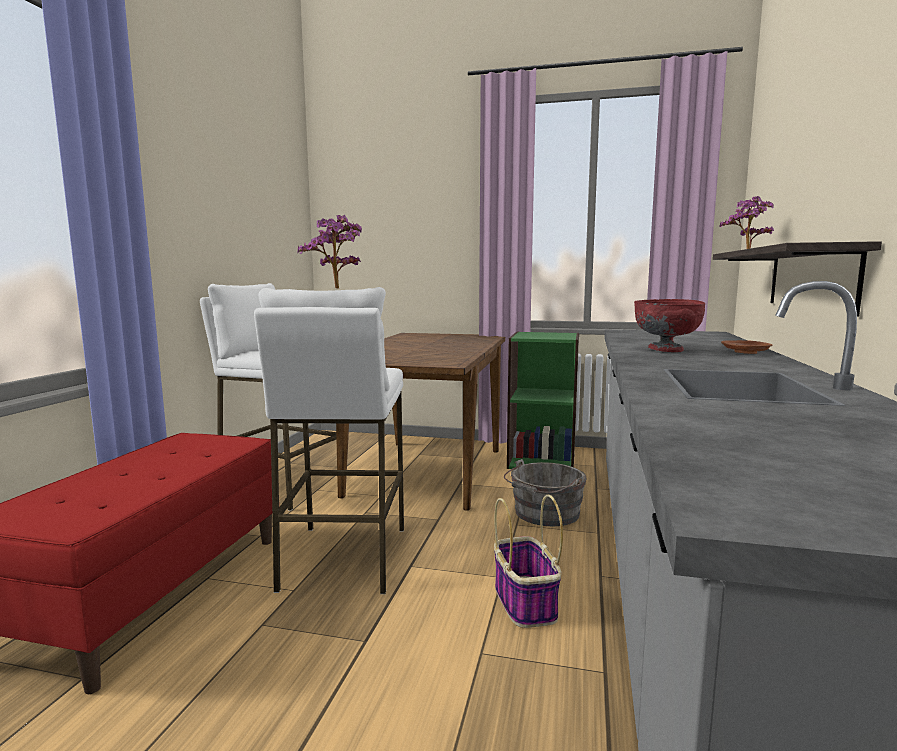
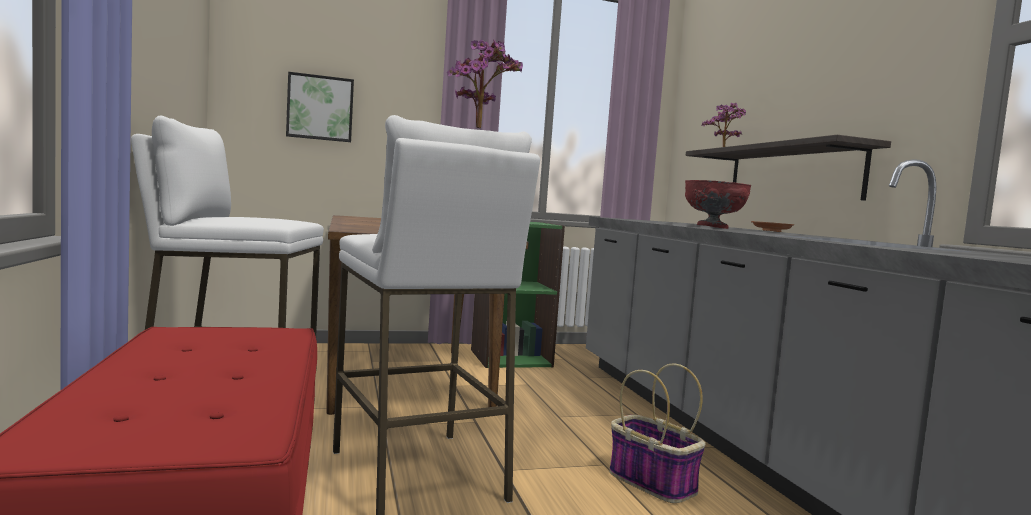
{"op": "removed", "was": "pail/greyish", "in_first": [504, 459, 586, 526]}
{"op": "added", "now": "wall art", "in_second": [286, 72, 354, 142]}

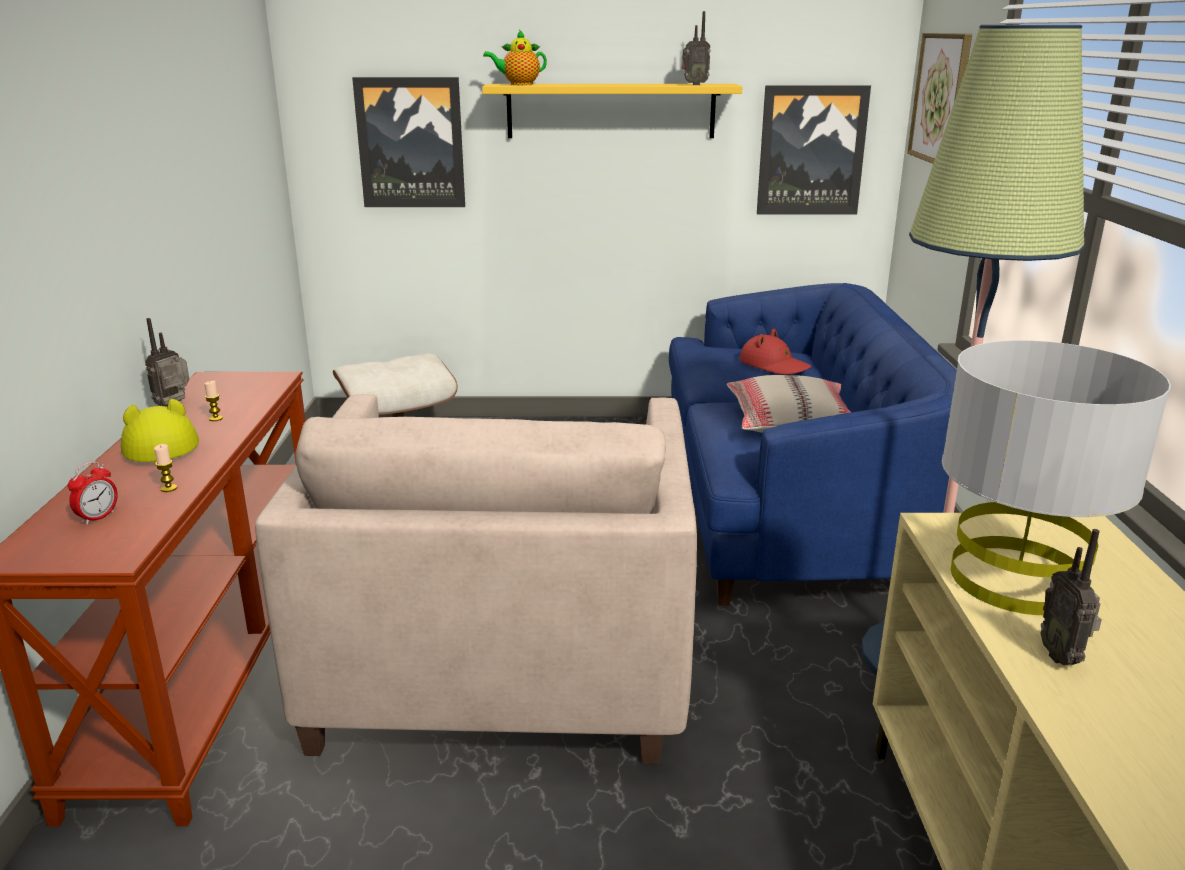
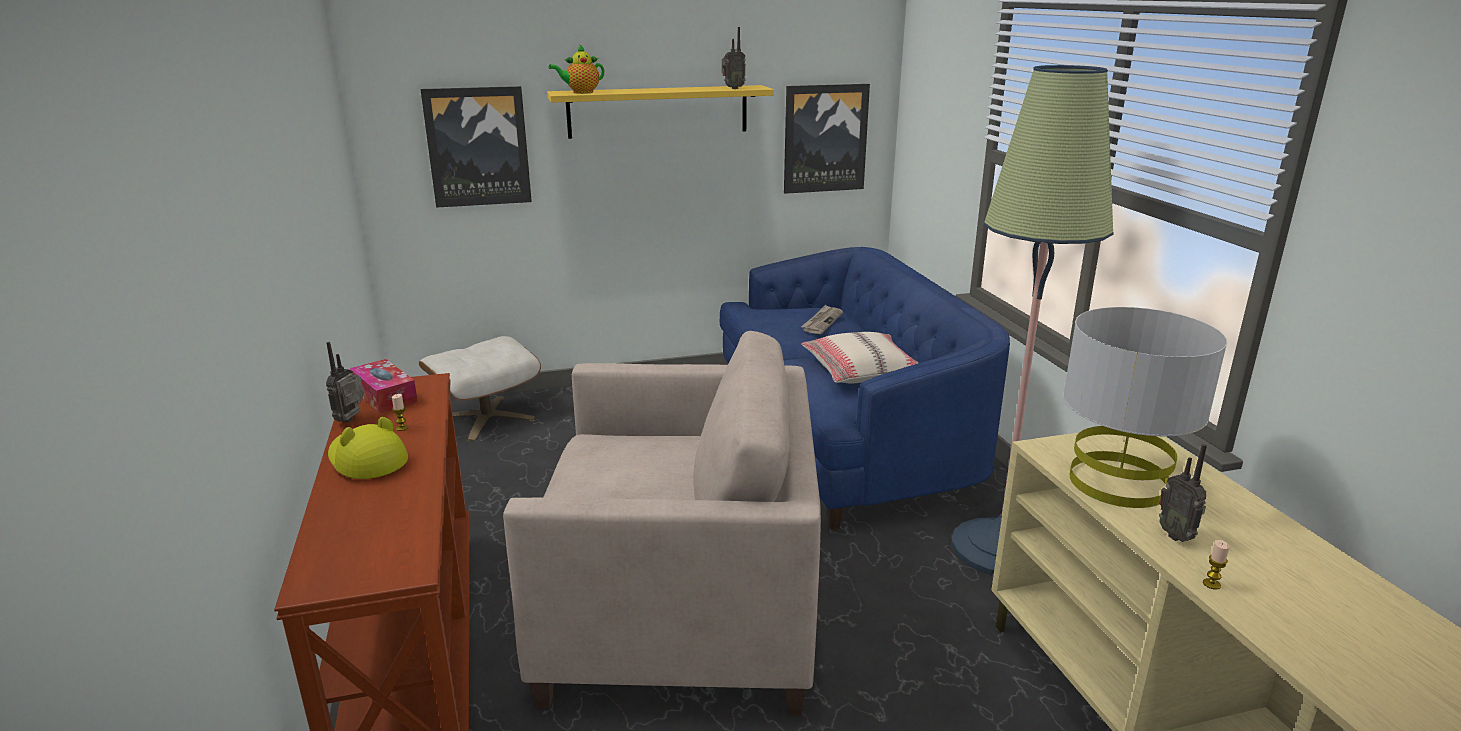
{"op": "removed", "was": "wall art", "in_first": [907, 33, 972, 164]}
{"op": "replaced", "was": "hat/reddish", "now": "daily paper", "in_first": [739, 329, 812, 375], "in_second": [801, 305, 843, 334]}
{"op": "turned", "was": "easy chair/beige", "in_first": [255, 394, 697, 764], "in_second": [503, 331, 821, 716], "clockwise": -75}
{"op": "moved", "was": "wax light", "in_first": [154, 444, 177, 492], "in_second": [1203, 540, 1230, 589]}
{"op": "removed", "was": "bedside clock", "in_first": [68, 461, 118, 525]}
{"op": "added", "now": "tissue box", "in_second": [350, 359, 418, 414]}

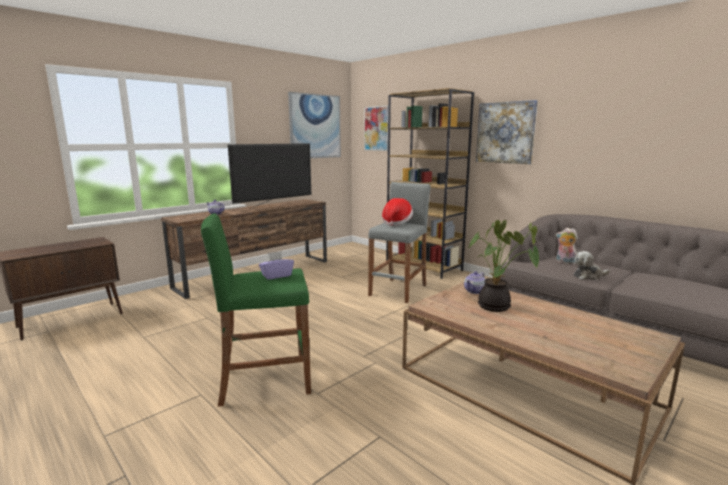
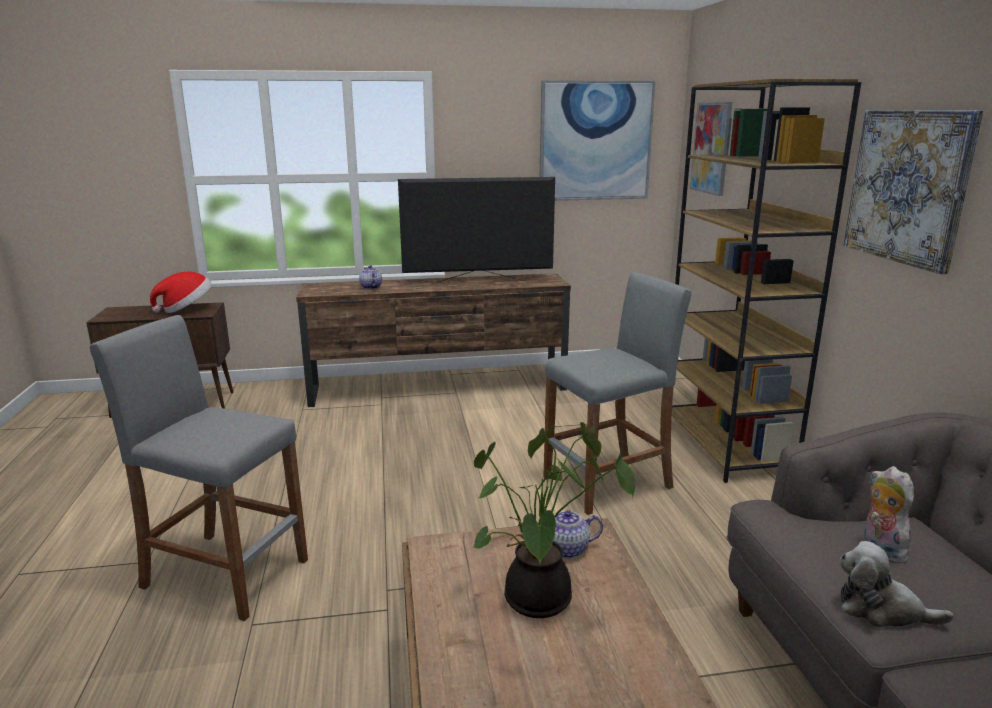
{"op": "moved", "was": "hat", "in_first": [382, 198, 413, 226], "in_second": [150, 272, 212, 313]}
{"op": "recoloured", "was": "stool/greenish", "now": "stool/greyish", "in_first": [201, 214, 311, 407], "in_second": [90, 315, 308, 621]}
{"op": "removed", "was": "tissue box/purplish", "in_first": [259, 251, 294, 280]}

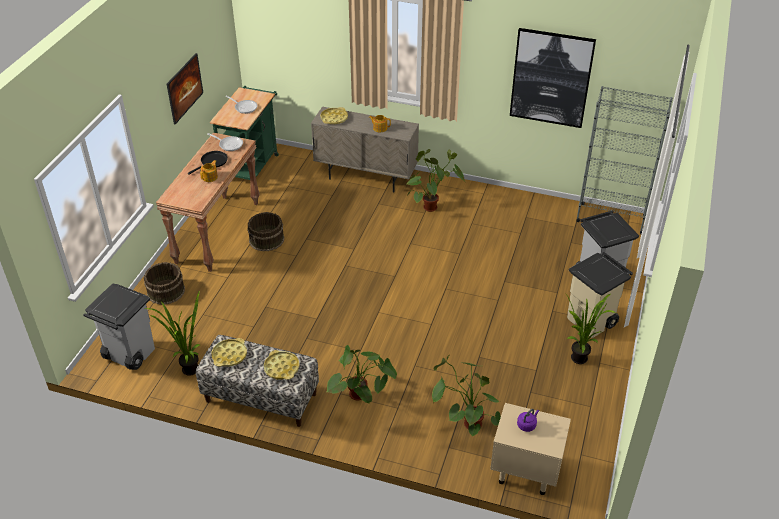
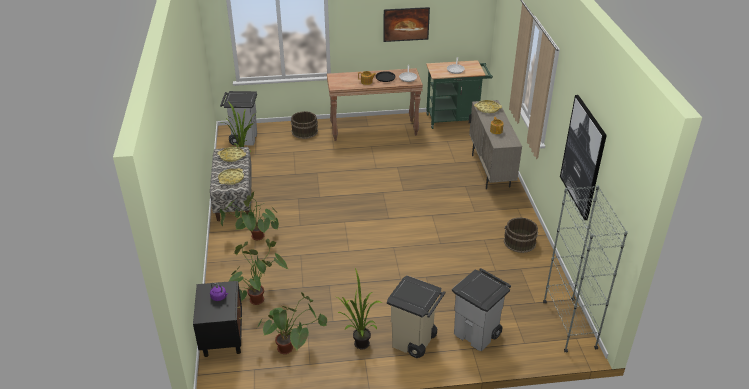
{"op": "moved", "was": "potted plant", "in_first": [407, 149, 465, 212], "in_second": [257, 292, 327, 354]}
{"op": "moved", "was": "pail/brown-coloured", "in_first": [247, 212, 284, 251], "in_second": [504, 217, 538, 253]}
{"op": "recoloured", "was": "night table/beige", "now": "night table/blackish", "in_first": [490, 403, 571, 495], "in_second": [193, 281, 242, 357]}

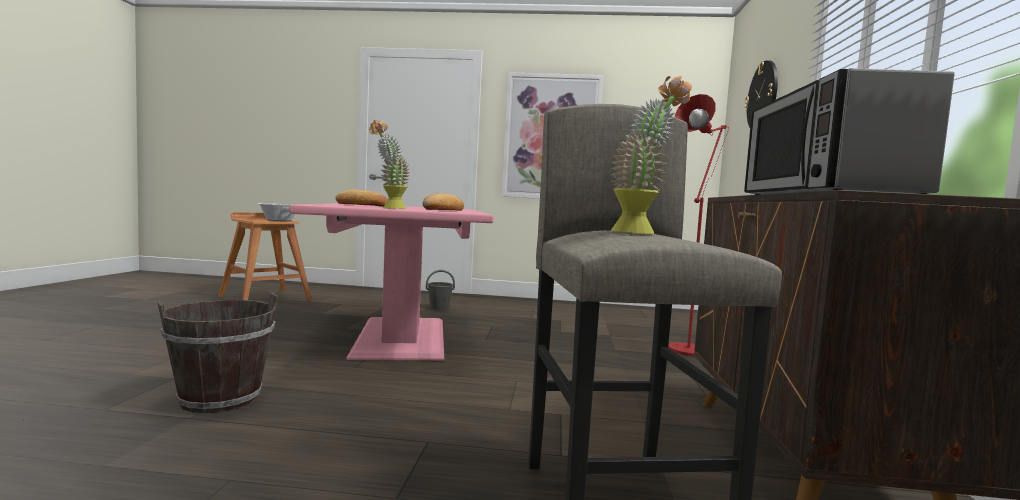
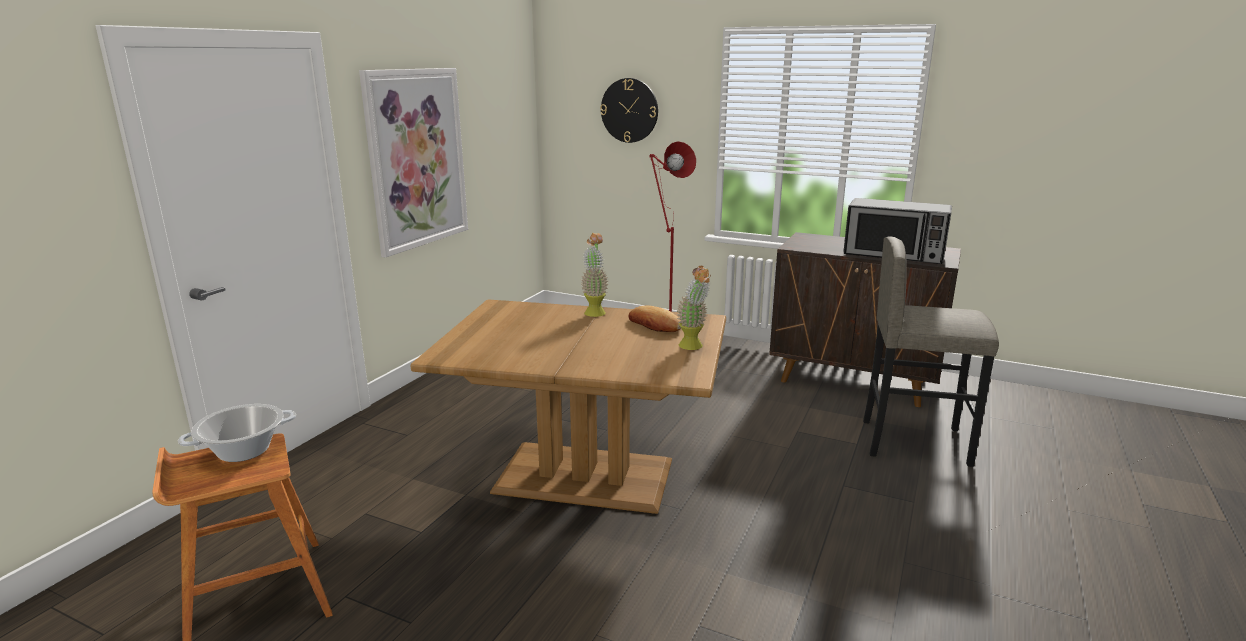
{"op": "moved", "was": "potted plant", "in_first": [610, 76, 692, 234], "in_second": [581, 233, 609, 317]}
{"op": "removed", "was": "bakery bread", "in_first": [335, 189, 388, 207]}
{"op": "recoloured", "was": "dining table/pink", "now": "dining table/brown-coloured", "in_first": [289, 203, 494, 361], "in_second": [411, 299, 726, 514]}
{"op": "removed", "was": "pail/greyish", "in_first": [426, 270, 455, 311]}
{"op": "removed", "was": "pail/brown-coloured", "in_first": [157, 293, 278, 413]}

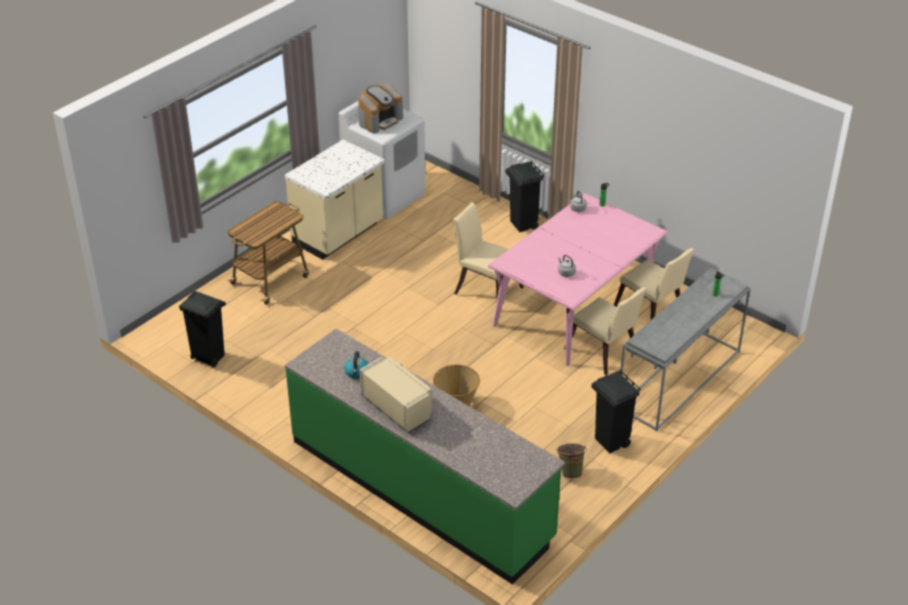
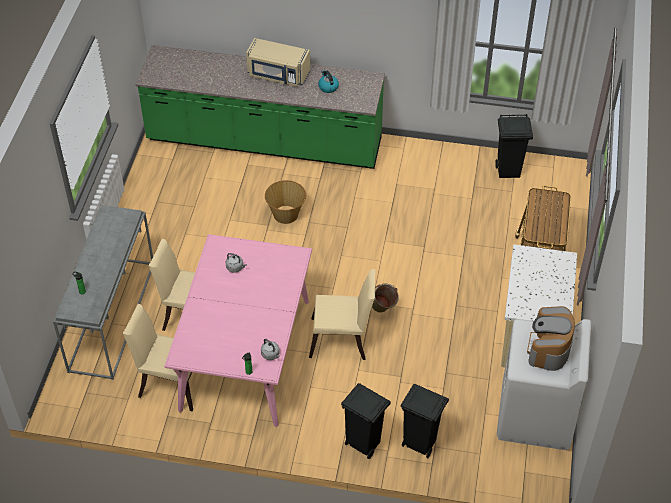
{"op": "moved", "was": "rubbish bin/blackish", "in_first": [591, 370, 641, 453], "in_second": [401, 384, 449, 458]}
{"op": "moved", "was": "pail/greenish", "in_first": [557, 443, 587, 479], "in_second": [372, 284, 399, 313]}

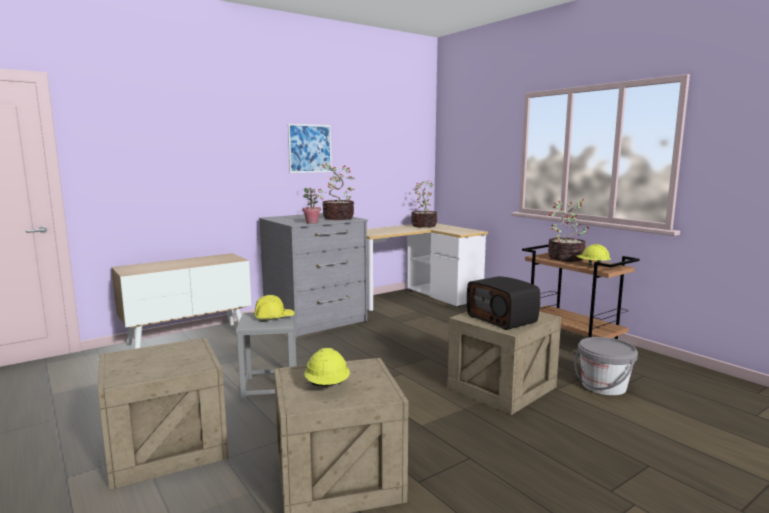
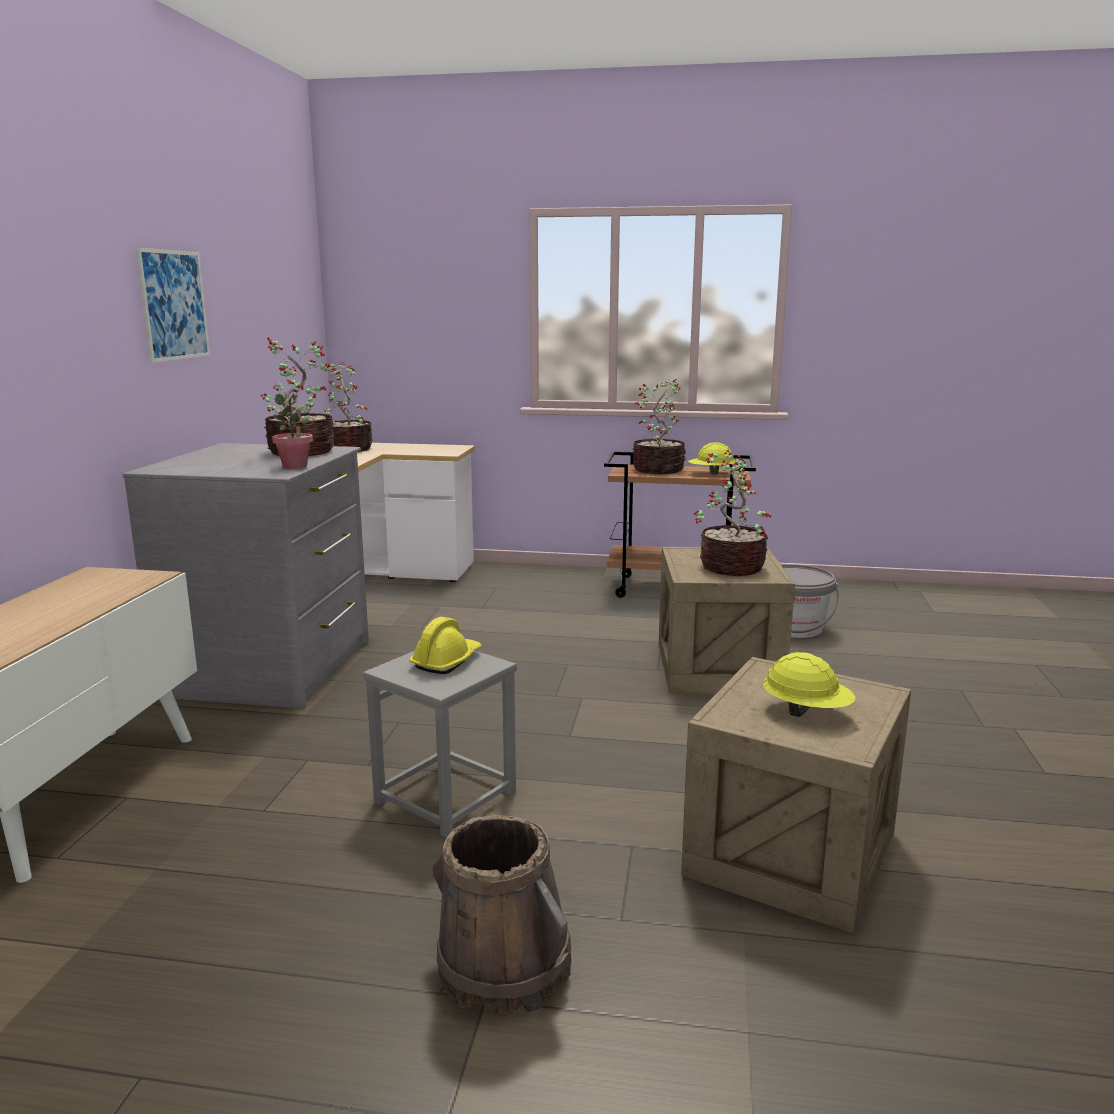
{"op": "replaced", "was": "radio receiver", "now": "potted plant", "in_first": [467, 276, 540, 330], "in_second": [693, 450, 772, 576]}
{"op": "replaced", "was": "packing crate", "now": "pail/brown-coloured", "in_first": [98, 338, 229, 490], "in_second": [433, 815, 571, 1017]}

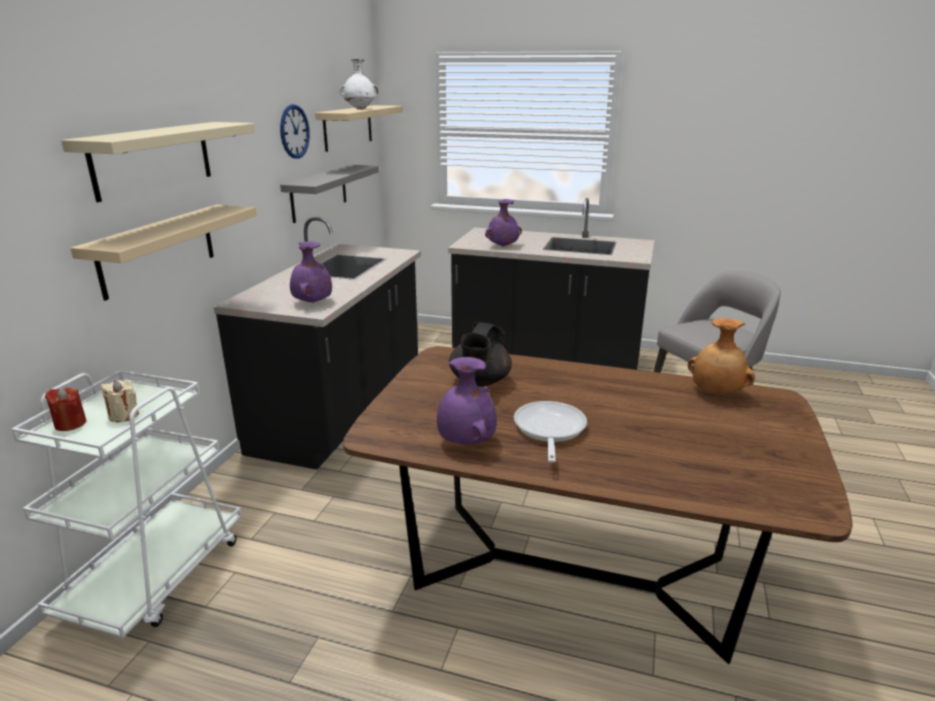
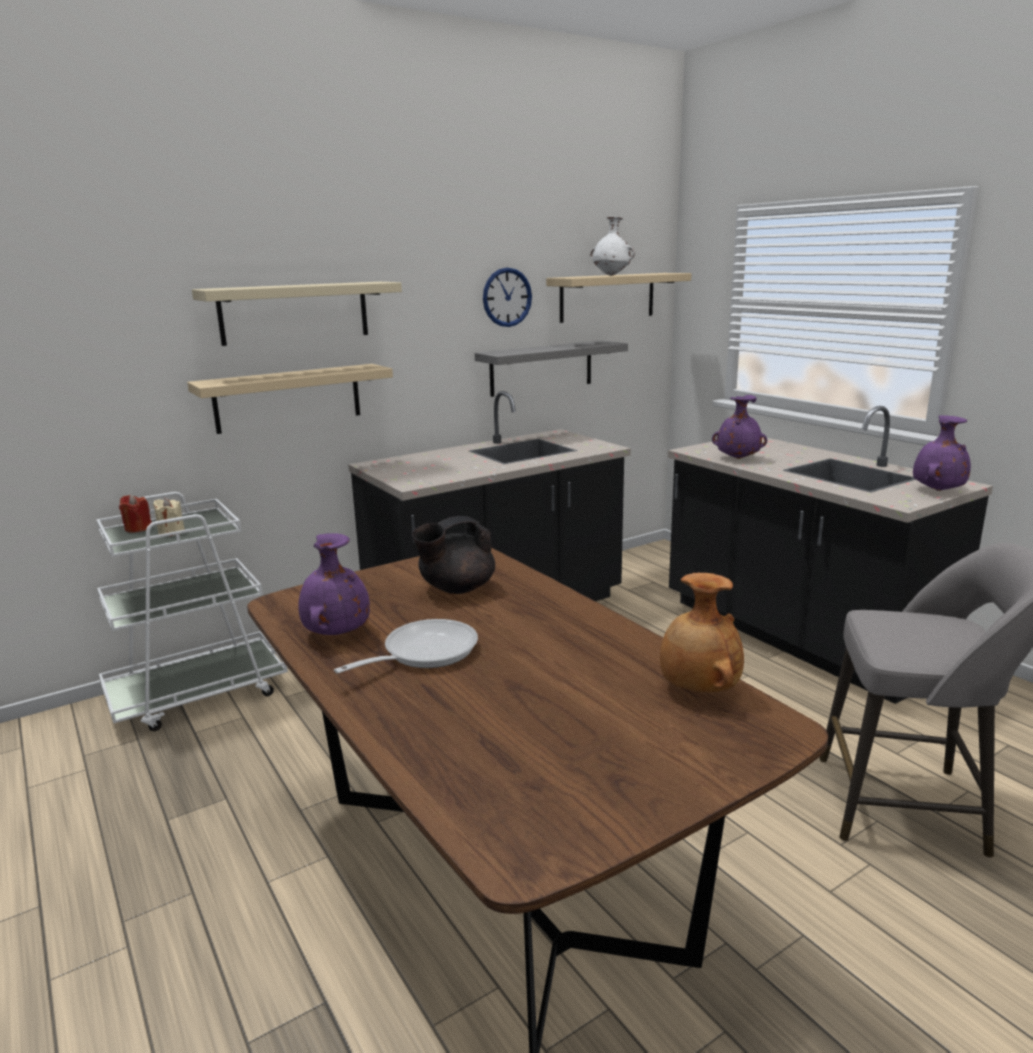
{"op": "moved", "was": "decorative vase/purplish", "in_first": [290, 241, 332, 303], "in_second": [913, 415, 971, 491]}

